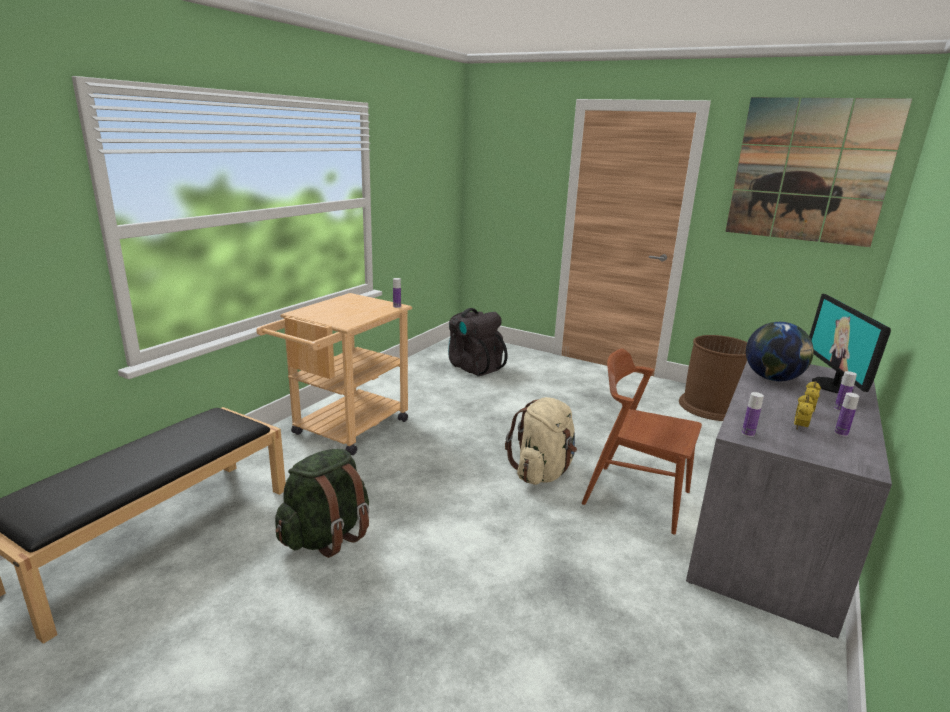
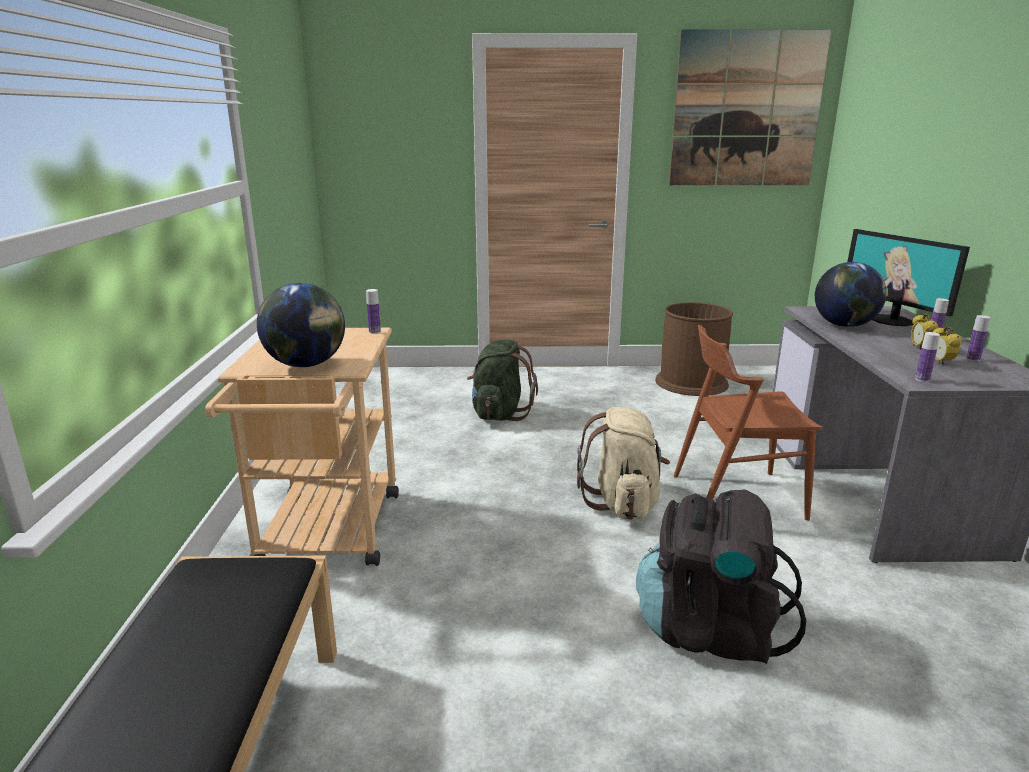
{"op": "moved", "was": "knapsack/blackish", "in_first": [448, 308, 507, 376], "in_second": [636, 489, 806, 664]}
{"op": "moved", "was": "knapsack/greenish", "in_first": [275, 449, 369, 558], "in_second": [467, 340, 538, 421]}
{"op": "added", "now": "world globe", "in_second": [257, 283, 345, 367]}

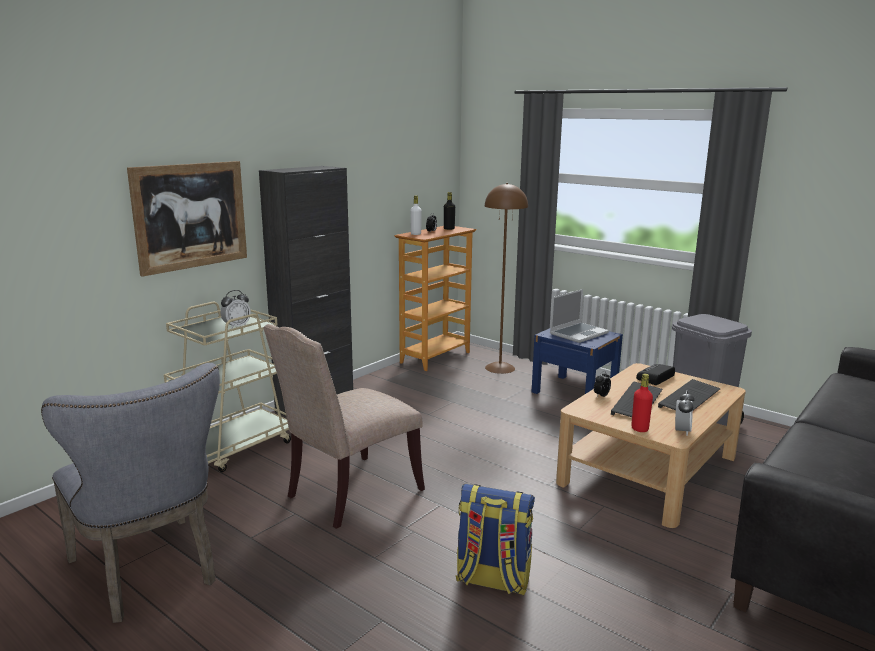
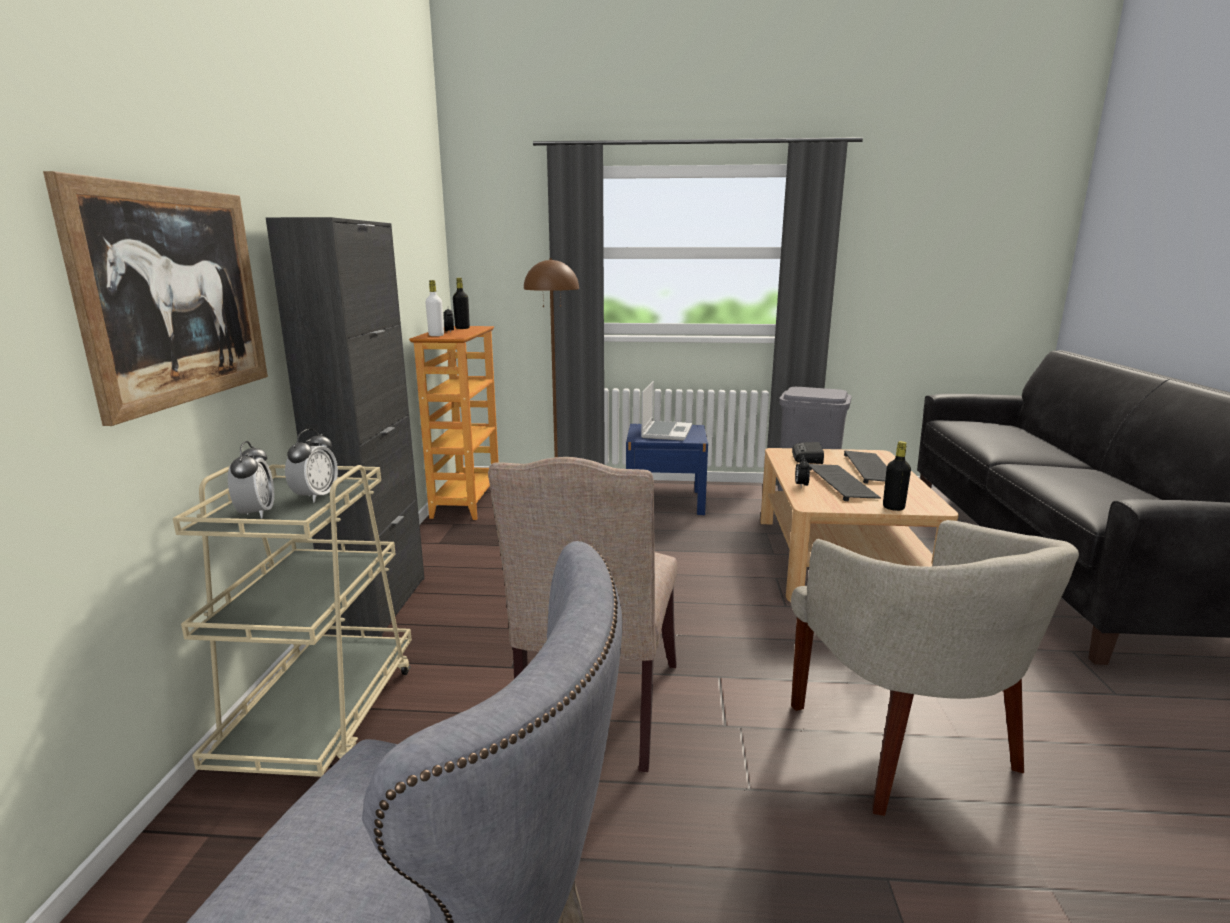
{"op": "recoloured", "was": "bottle/reddish", "now": "bottle/blackish", "in_first": [631, 374, 653, 432], "in_second": [883, 441, 911, 511]}
{"op": "moved", "was": "bedside clock", "in_first": [675, 390, 694, 436], "in_second": [228, 441, 274, 519]}
{"op": "replaced", "was": "knapsack", "now": "easy chair/beige", "in_first": [456, 484, 535, 595], "in_second": [791, 520, 1079, 816]}

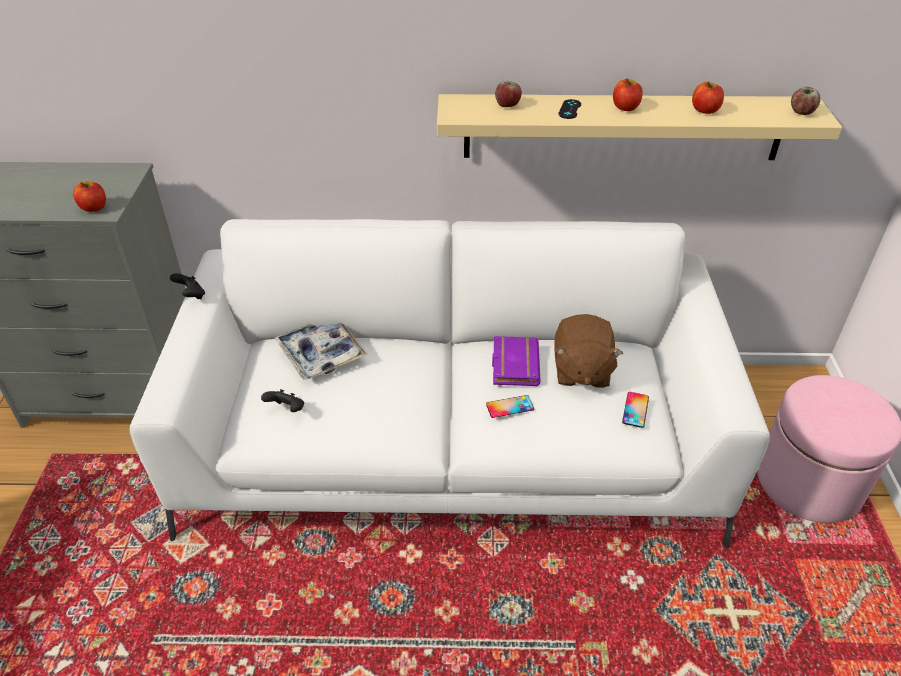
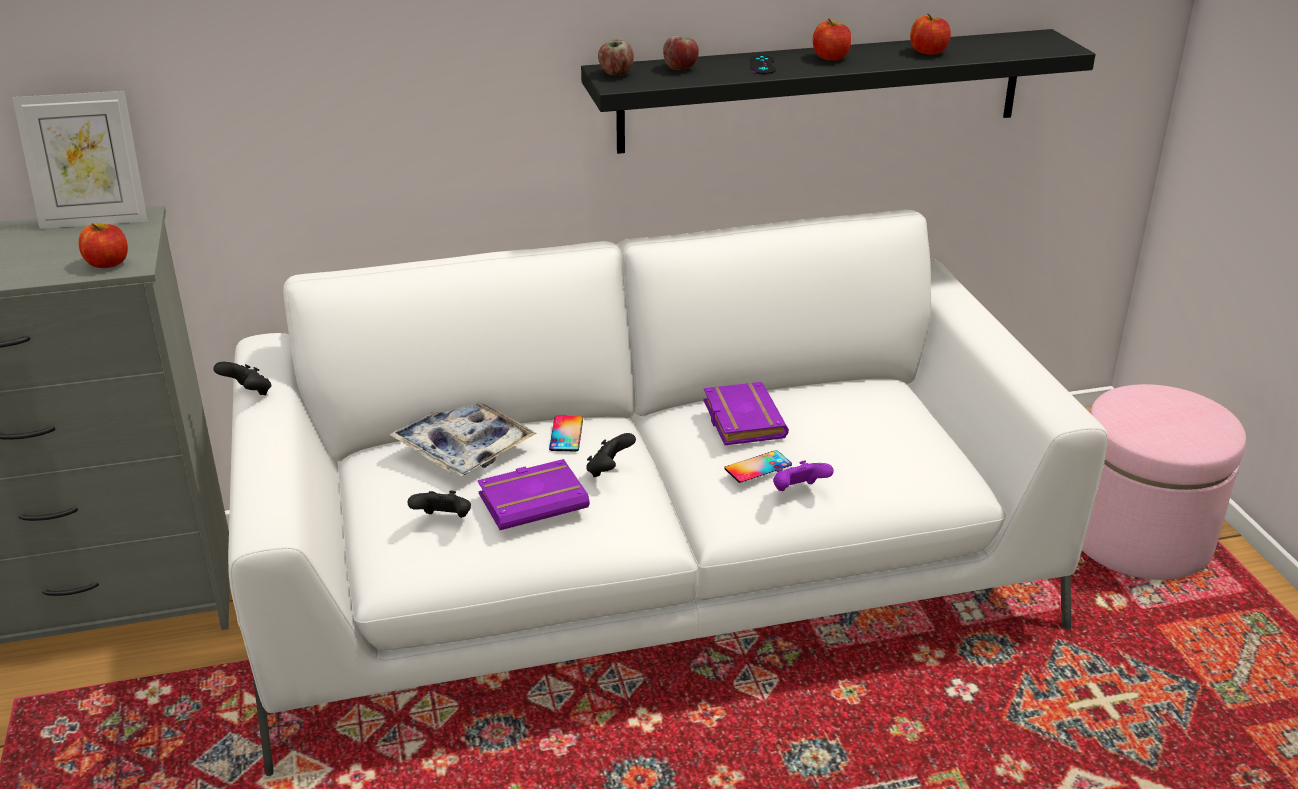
{"op": "moved", "was": "apple fruit", "in_first": [791, 87, 821, 115], "in_second": [598, 40, 634, 76]}
{"op": "recoloured", "was": "shelf/beige", "now": "shelf/blackish", "in_first": [437, 94, 842, 160], "in_second": [581, 29, 1096, 154]}
{"op": "removed", "was": "plush toy/brown-coloured", "in_first": [554, 314, 623, 388]}
{"op": "moved", "was": "handset", "in_first": [622, 392, 649, 428], "in_second": [549, 416, 583, 451]}
{"op": "added", "now": "photo frame", "in_second": [12, 91, 148, 229]}
{"op": "added", "now": "joypad/blackish", "in_second": [586, 433, 636, 477]}
{"op": "added", "now": "bound book/purplish", "in_second": [478, 459, 590, 530]}
{"op": "added", "now": "joypad/purplish", "in_second": [773, 460, 834, 491]}

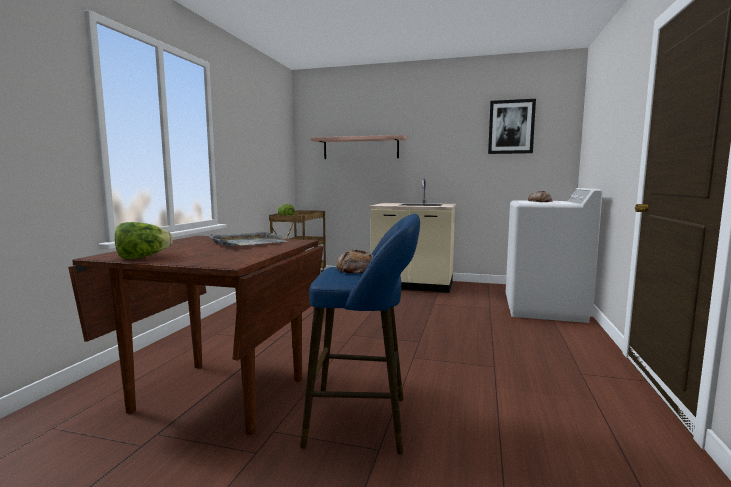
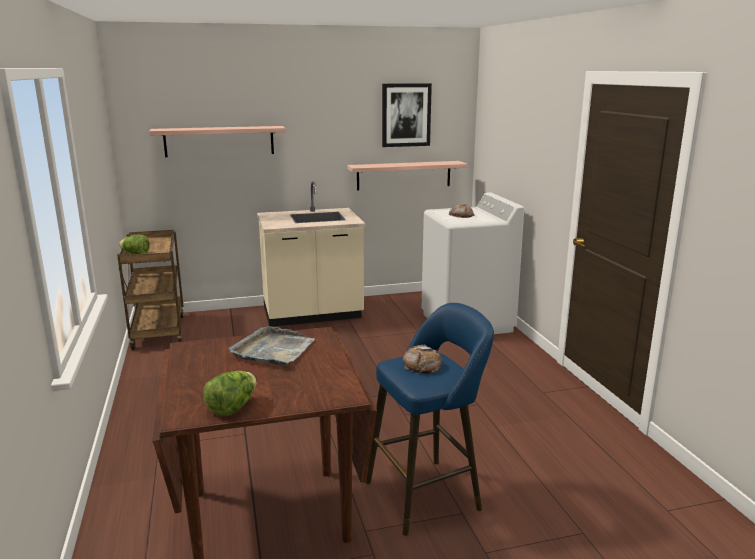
{"op": "added", "now": "shelf", "in_second": [347, 161, 468, 191]}

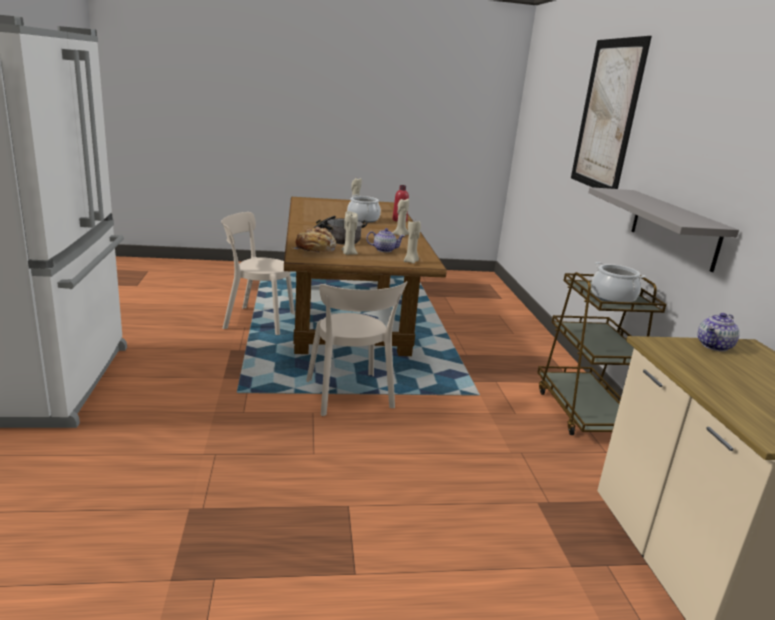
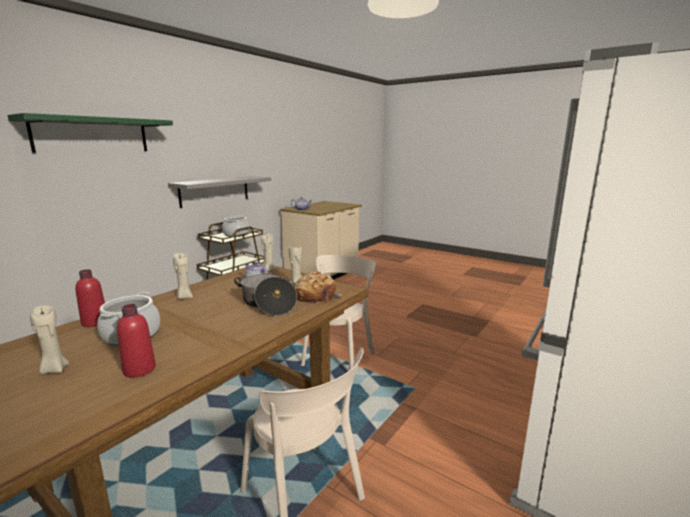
{"op": "replaced", "was": "wall art", "now": "shelf/greenish", "in_first": [571, 36, 652, 189], "in_second": [7, 113, 173, 153]}
{"op": "added", "now": "bottle/reddish", "in_second": [117, 304, 156, 378]}

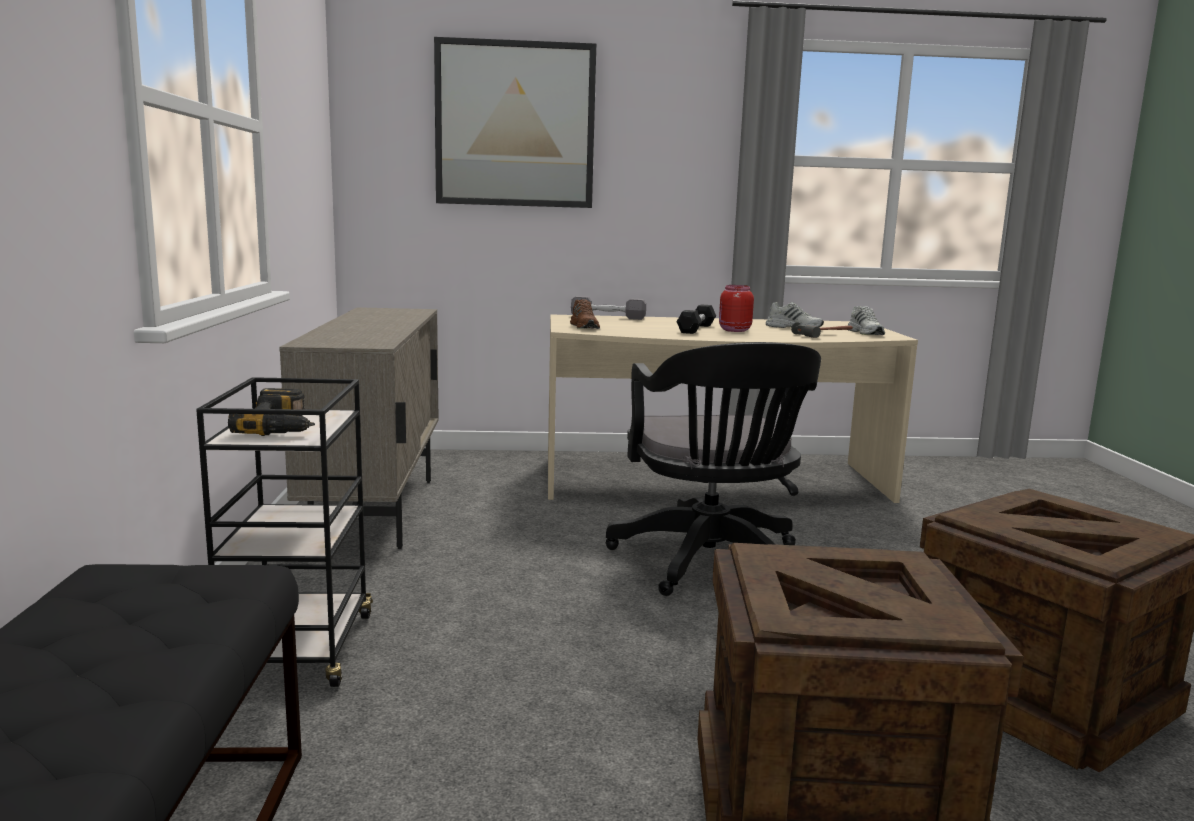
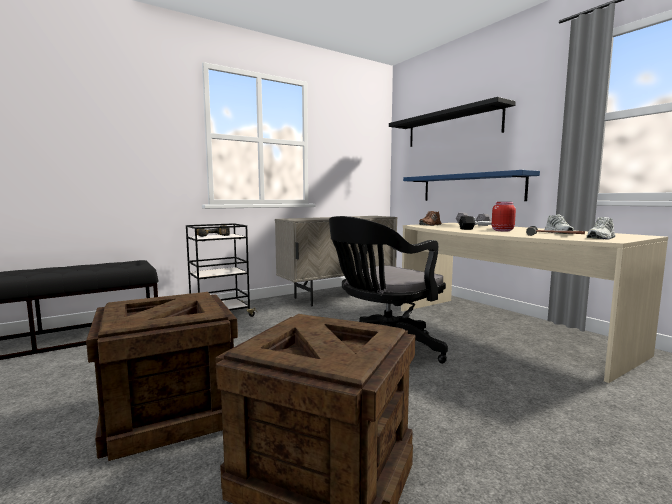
{"op": "replaced", "was": "wall art", "now": "shelf/blackish", "in_first": [434, 37, 596, 208], "in_second": [389, 97, 516, 147]}
{"op": "added", "now": "shelf/blue-coloured", "in_second": [403, 170, 540, 201]}

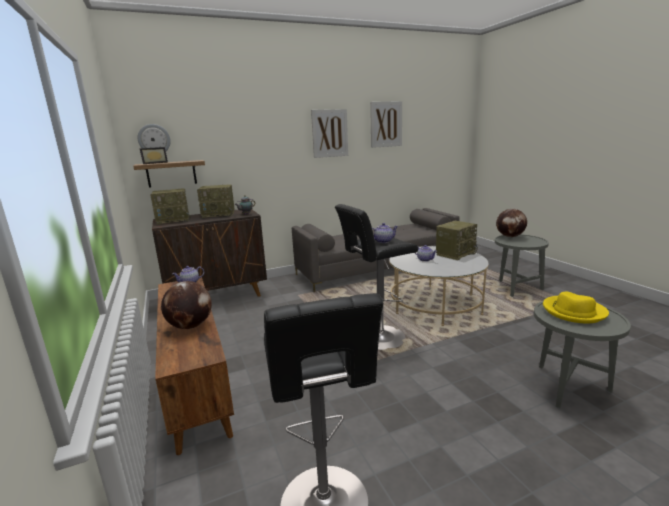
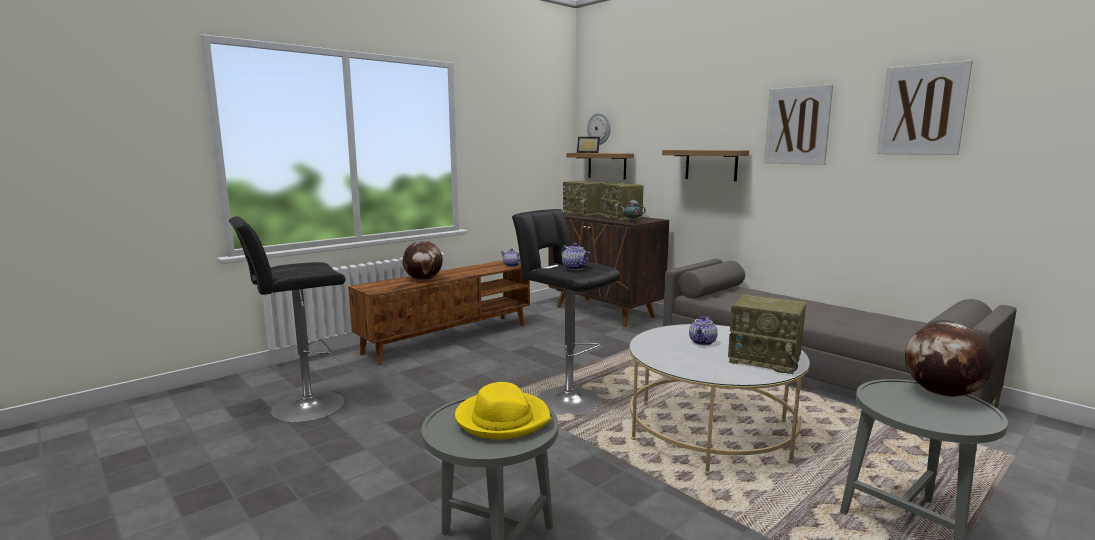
{"op": "added", "now": "shelf", "in_second": [662, 150, 749, 181]}

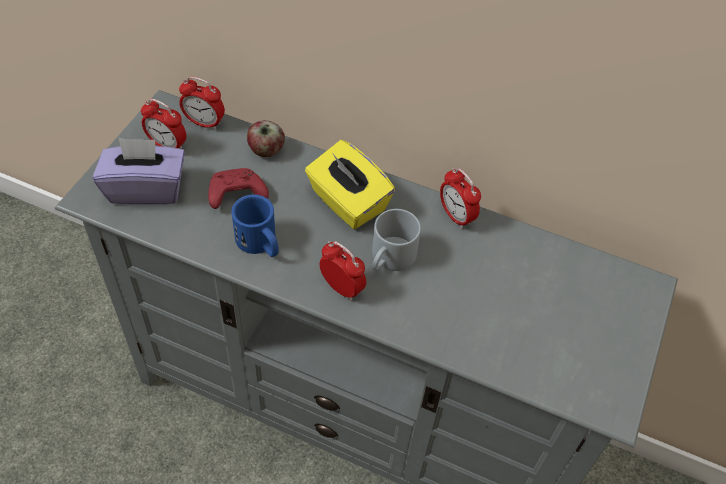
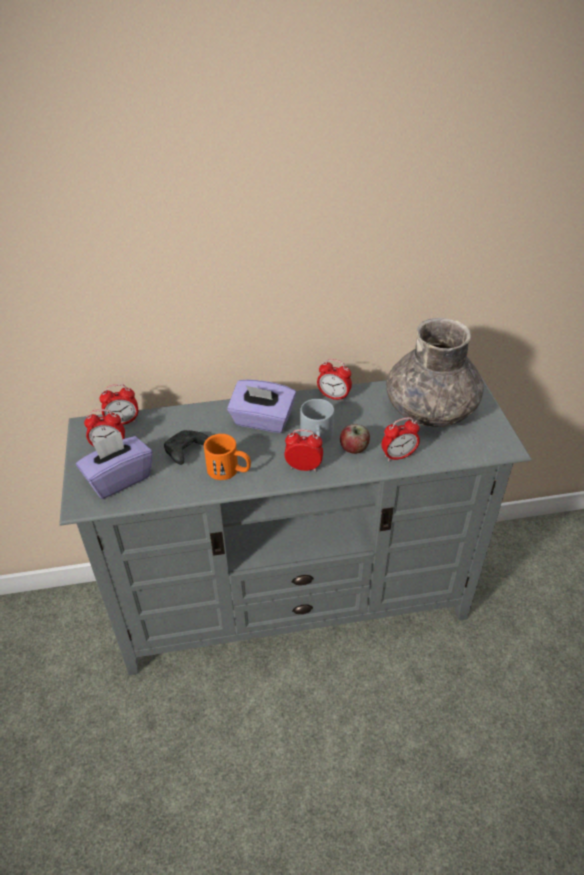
{"op": "moved", "was": "apple fruit", "in_first": [247, 120, 285, 157], "in_second": [340, 424, 370, 454]}
{"op": "recoloured", "was": "tissue box/yellow-coloured", "now": "tissue box/purplish", "in_first": [305, 140, 395, 229], "in_second": [227, 379, 296, 433]}
{"op": "recoloured", "was": "joypad/reddish", "now": "joypad/blackish", "in_first": [208, 168, 269, 209], "in_second": [164, 430, 209, 465]}
{"op": "recoloured", "was": "coffee mug/blue-coloured", "now": "coffee mug/orange-coloured", "in_first": [231, 194, 279, 257], "in_second": [204, 434, 251, 480]}
{"op": "added", "now": "decorative vase/greyish", "in_second": [386, 318, 484, 427]}
{"op": "added", "now": "bedside clock", "in_second": [381, 417, 420, 461]}

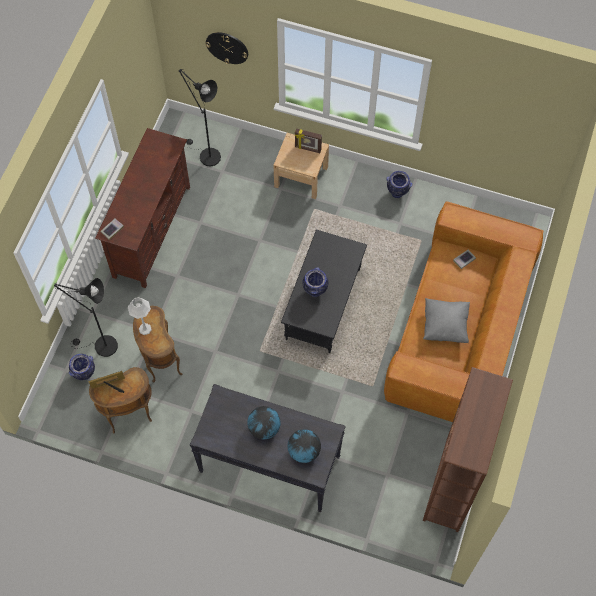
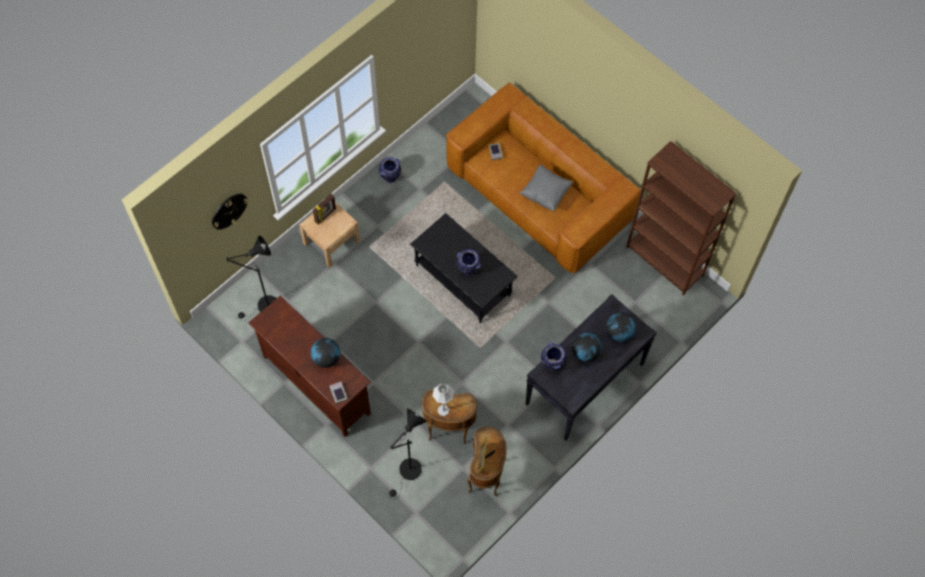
{"op": "moved", "was": "decorative vase", "in_first": [69, 354, 95, 380], "in_second": [541, 342, 566, 370]}
{"op": "added", "now": "world globe", "in_second": [311, 338, 341, 368]}

